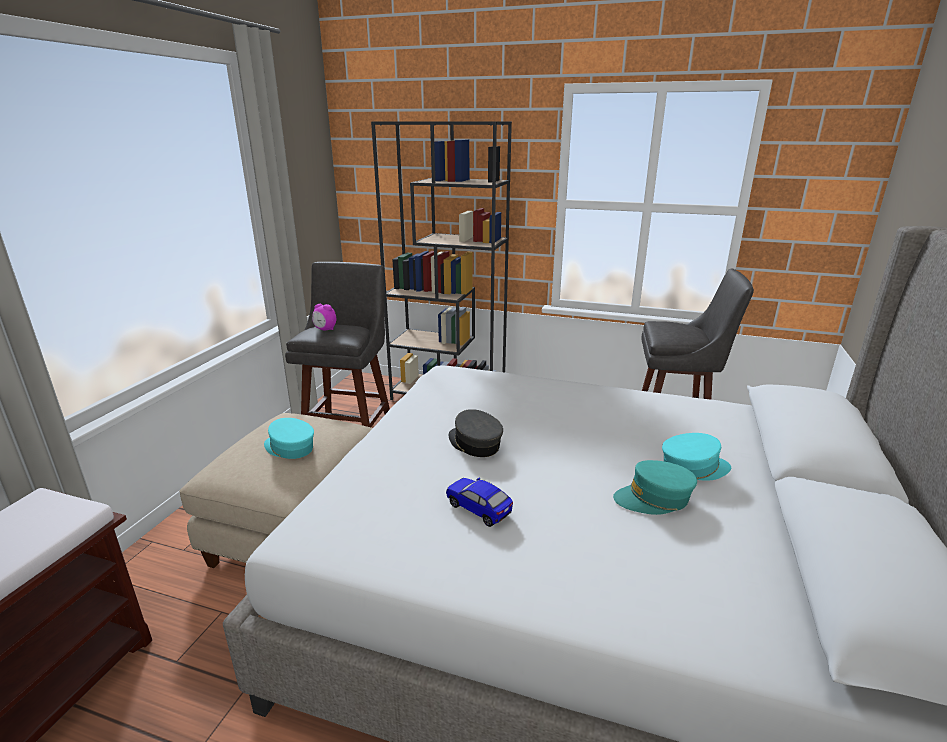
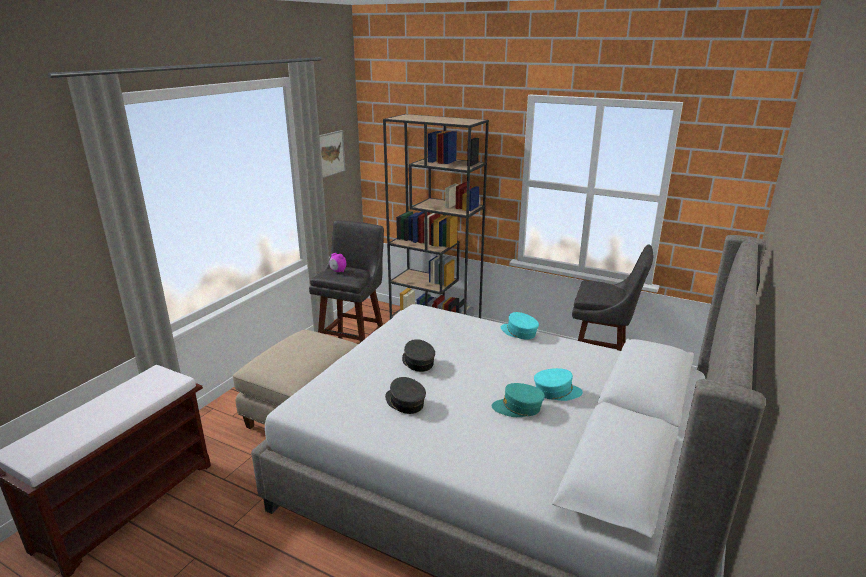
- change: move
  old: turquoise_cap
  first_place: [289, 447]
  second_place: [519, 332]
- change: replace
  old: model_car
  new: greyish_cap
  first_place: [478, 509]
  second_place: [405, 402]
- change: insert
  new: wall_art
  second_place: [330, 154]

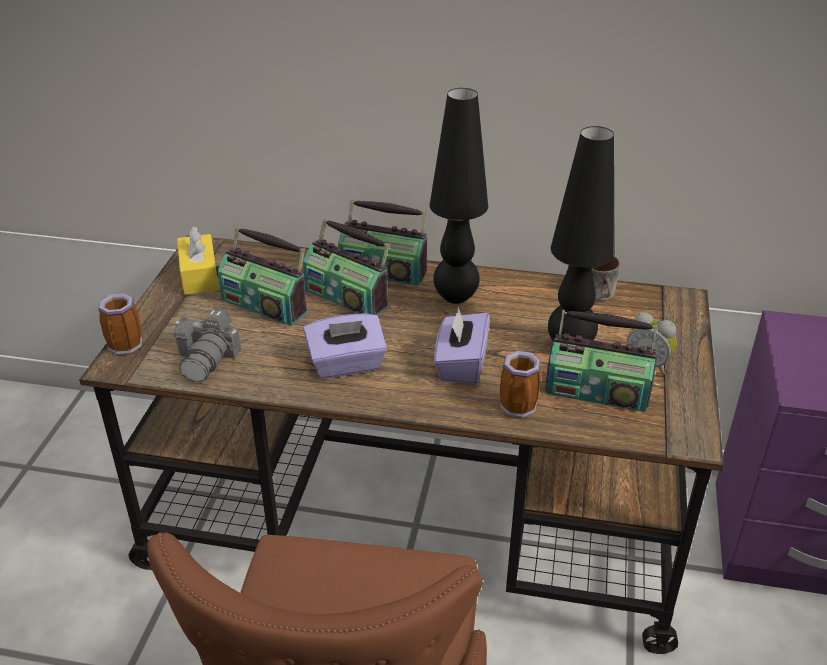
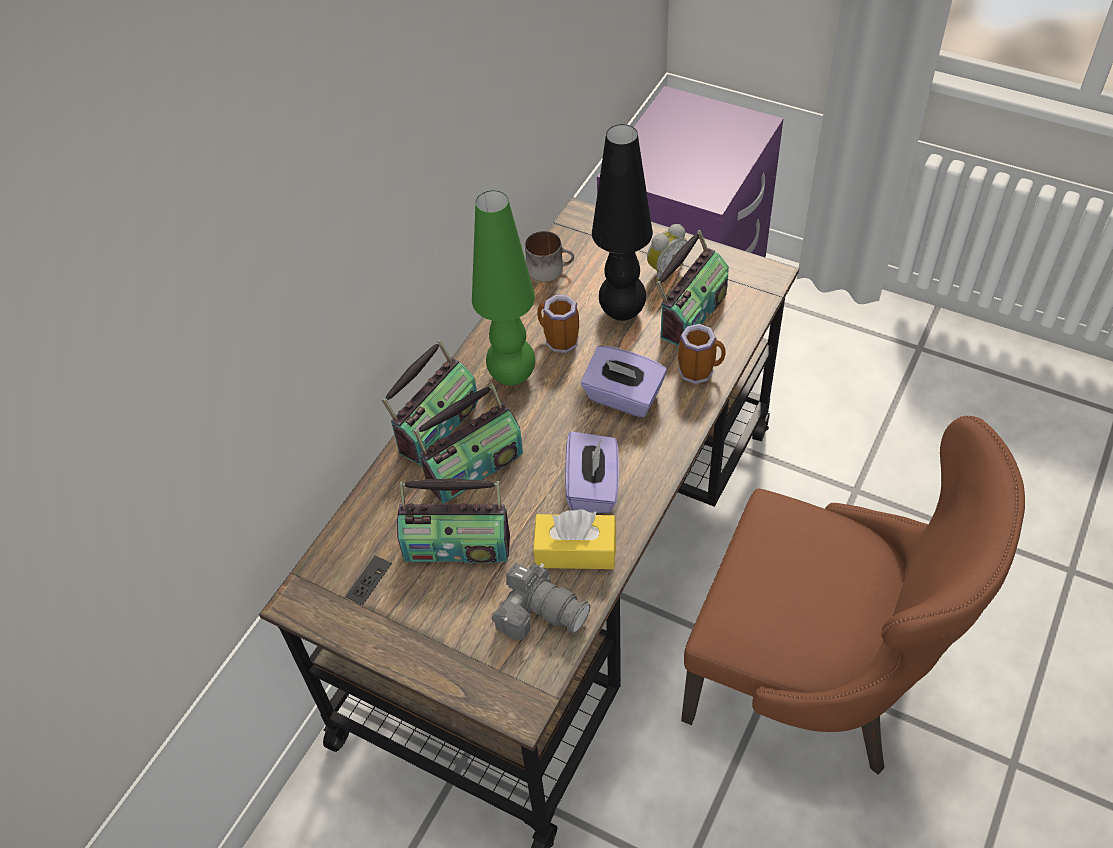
- change: recolor
  old: blackish_lamp_for_a_table
  new: greenish_lamp_for_a_table
  first_place: [455, 297]
  second_place: [512, 376]
- change: move
  old: yellowish_tissue_holder
  first_place: [199, 275]
  second_place: [575, 550]
- change: rotate
  old: radio
  first_place: [265, 305]
  second_place: [457, 545]
  degrees: 45
- change: move
  old: tea_mug
  first_place: [126, 343]
  second_place: [558, 341]

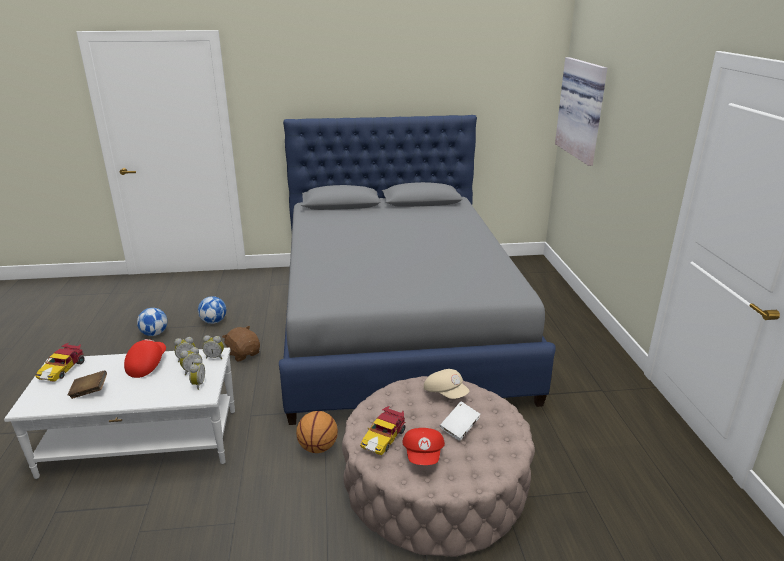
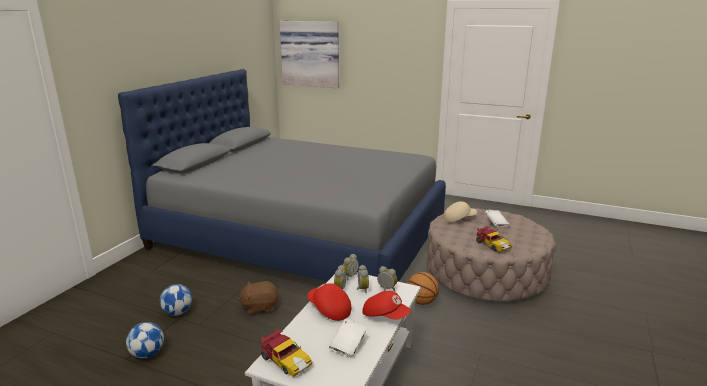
- change: recolor
  old: brown_book
  new: whitish_book
  first_place: [89, 392]
  second_place: [348, 346]
- change: move
  old: red_cap
  first_place: [424, 455]
  second_place: [385, 315]

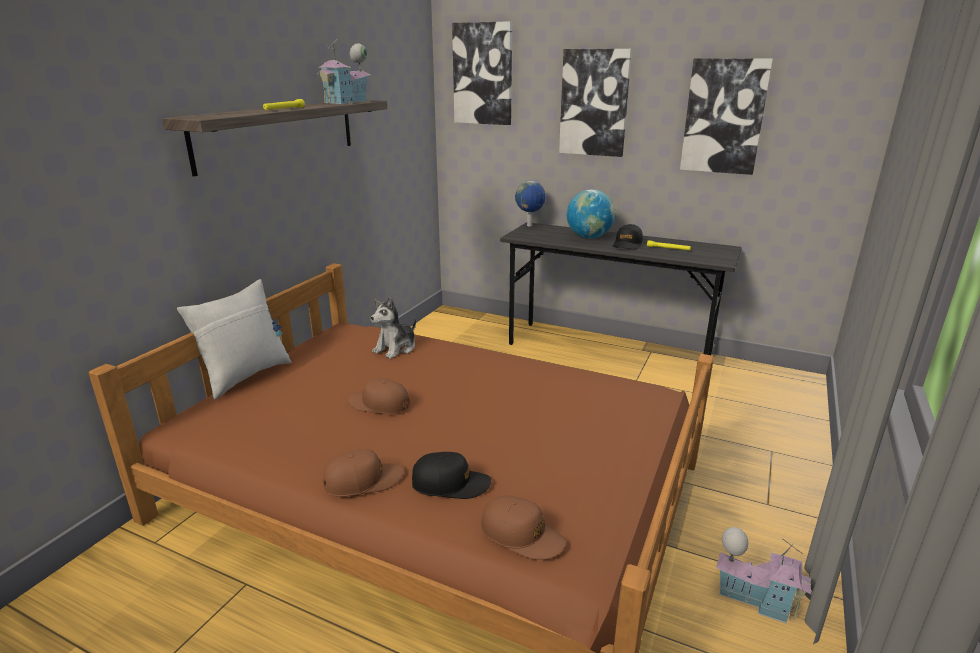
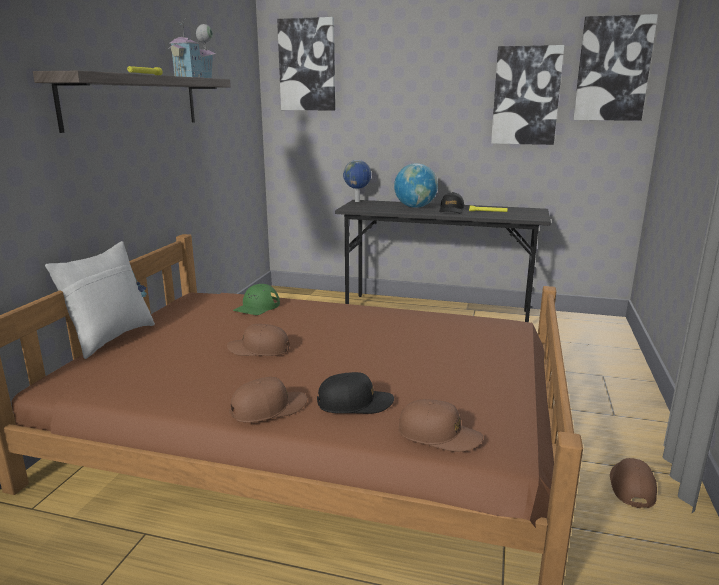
- change: move
  old: wall_art
  first_place: [594, 103]
  second_place: [613, 69]
- change: replace
  old: cuddly_toy
  new: greenish_cap
  first_place: [396, 348]
  second_place: [257, 307]
- change: replace
  old: toy_house
  new: brown_cap
  first_place: [756, 599]
  second_place: [631, 487]

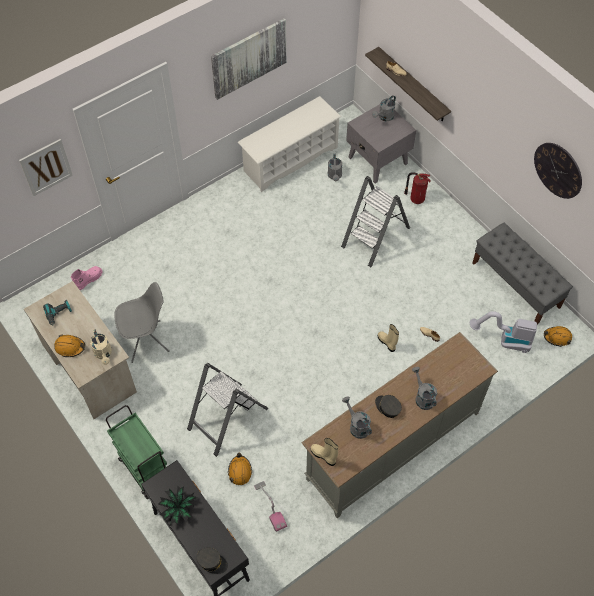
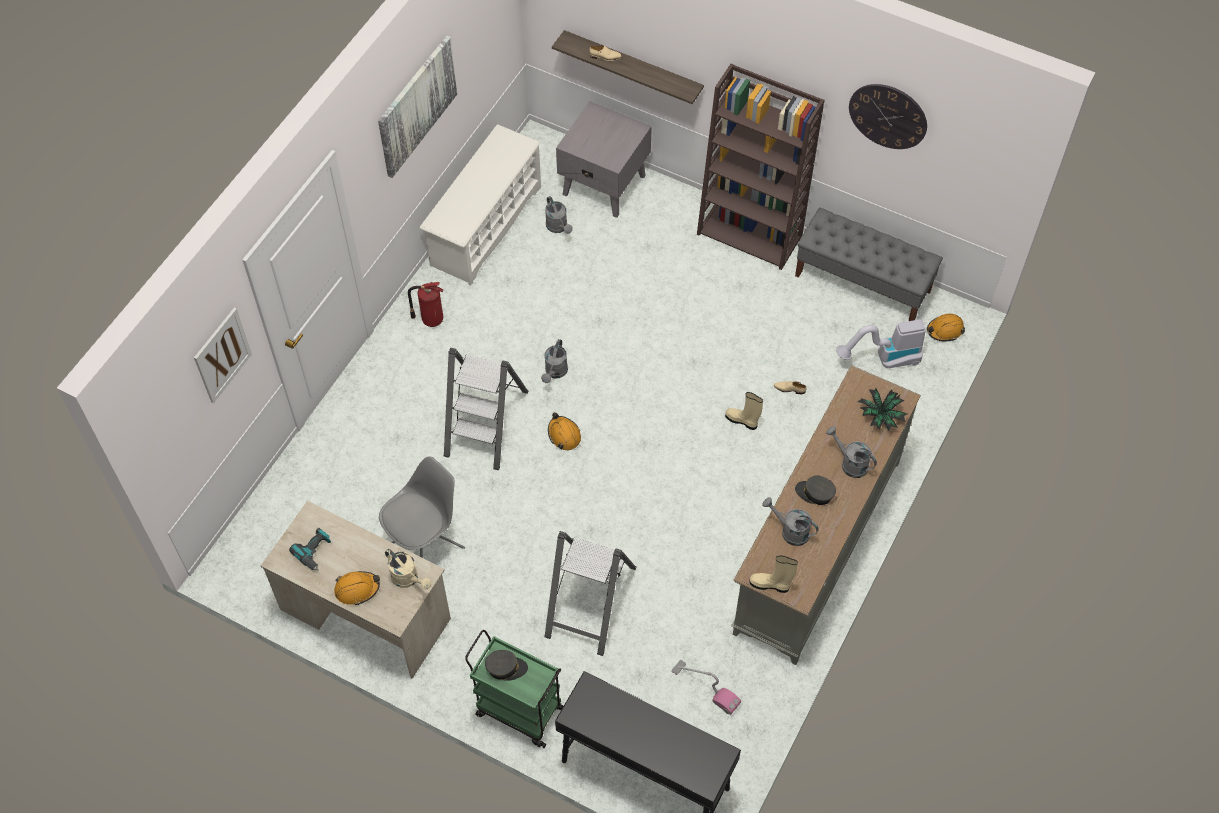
- change: move
  old: greyish_watering_pot
  first_place: [384, 117]
  second_place: [555, 372]
- change: move
  old: fire-fighting_cylinder
  first_place: [416, 199]
  second_place: [431, 319]
- change: move
  old: greyish_stepladder
  first_place: [376, 236]
  second_place: [487, 422]
- change: delete
  old: pinkish_boot
  first_place: [88, 280]
- change: move
  old: orangey_safety_helmet
  first_place: [240, 471]
  second_place: [564, 435]
- change: move
  old: potted_plant
  first_place: [178, 508]
  second_place: [880, 416]
- change: move
  old: greyish_cap
  first_place: [212, 562]
  second_place: [506, 668]
- change: insert
  new: brown_bookshelf
  second_place: [751, 234]

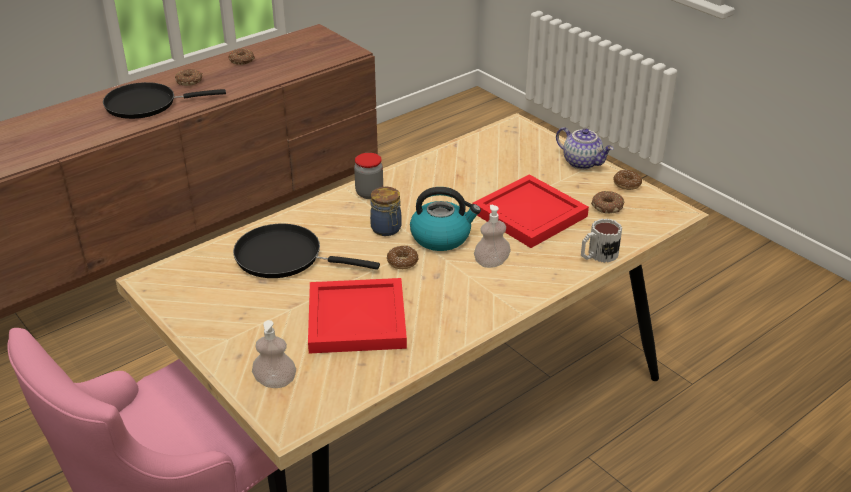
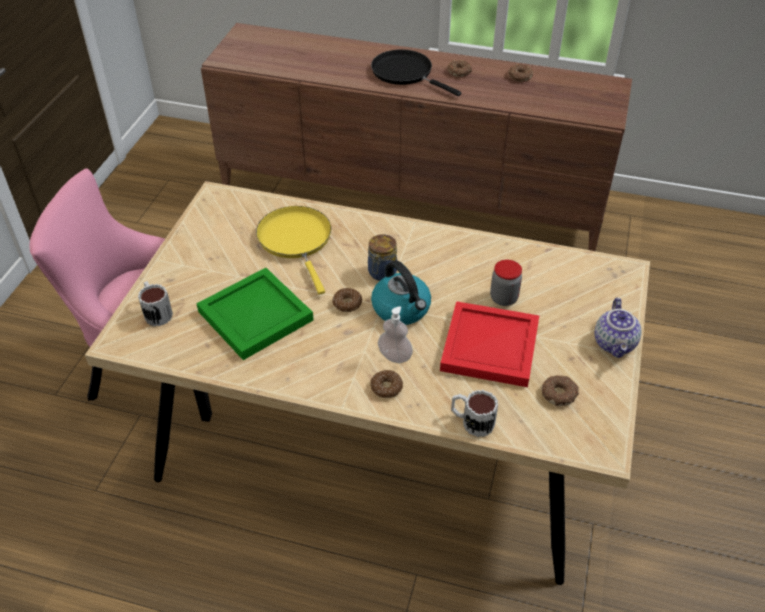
- change: move
  old: jar
  first_place: [369, 193]
  second_place: [503, 298]
- change: move
  old: ring_doughnut
  first_place: [627, 184]
  second_place: [386, 387]
- change: recolor
  old: blackish_pan
  new: yellowish_pan
  first_place: [285, 257]
  second_place: [296, 240]
- change: recolor
  old: red_serving_tray
  new: greenish_serving_tray
  first_place: [358, 318]
  second_place: [257, 316]
- change: replace
  old: soap_dispenser
  new: tea_mug
  first_place: [275, 382]
  second_place: [156, 312]

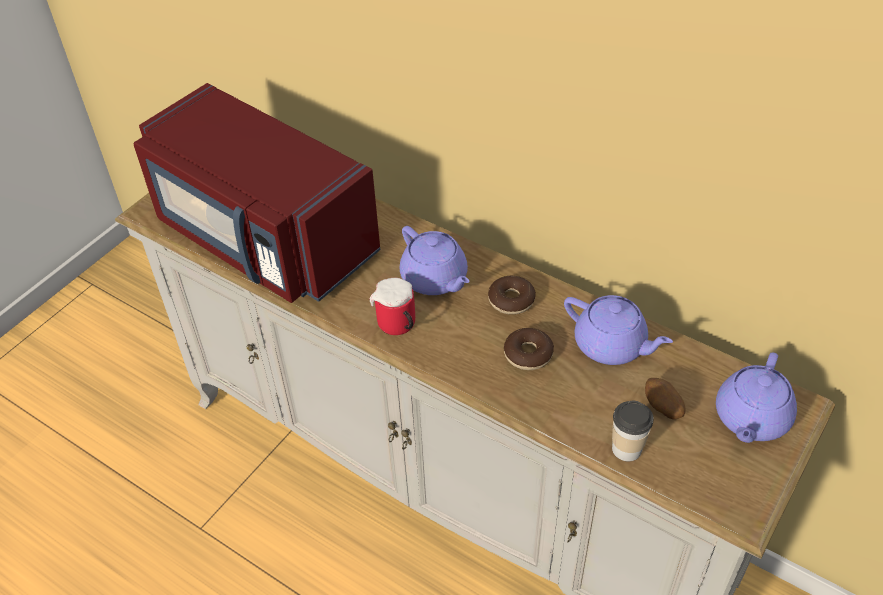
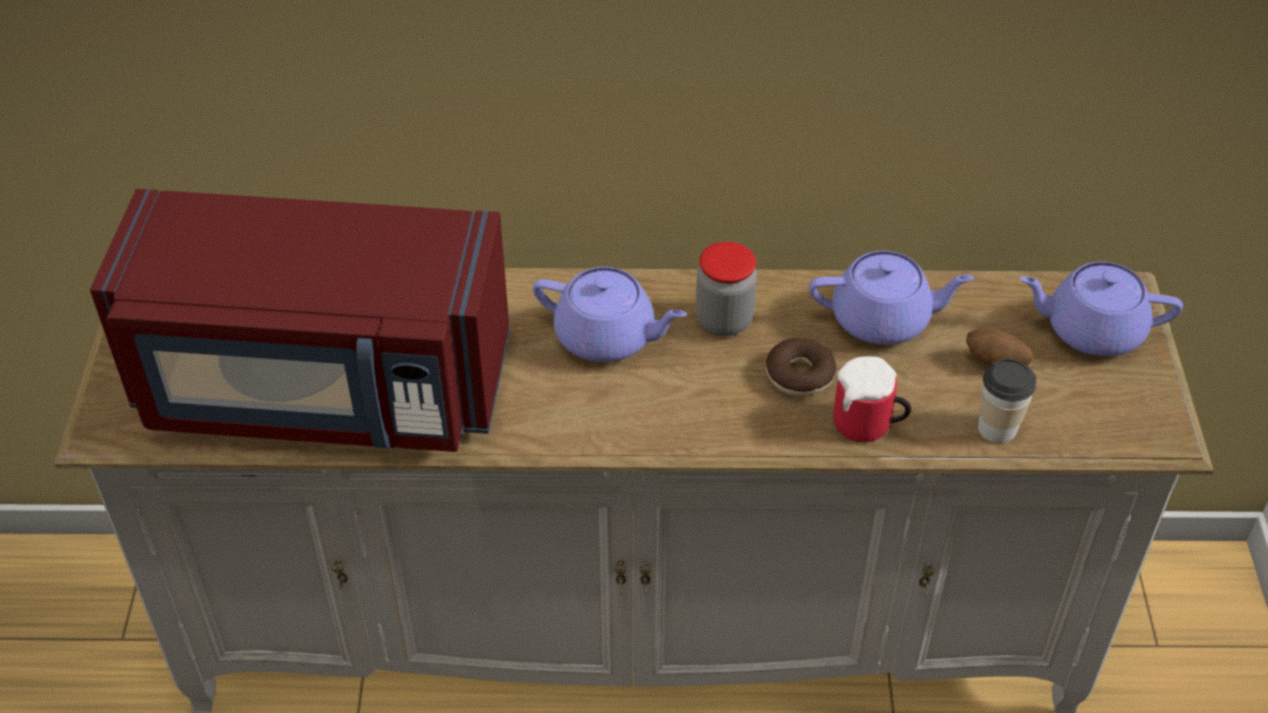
- change: replace
  old: ring_doughnut
  new: jar
  first_place: [511, 300]
  second_place: [724, 320]
- change: move
  old: tea_mug
  first_place: [398, 326]
  second_place: [868, 426]
- change: rotate
  old: purple_pot_for_tea
  first_place: [751, 418]
  second_place: [1091, 330]
  degrees: 105

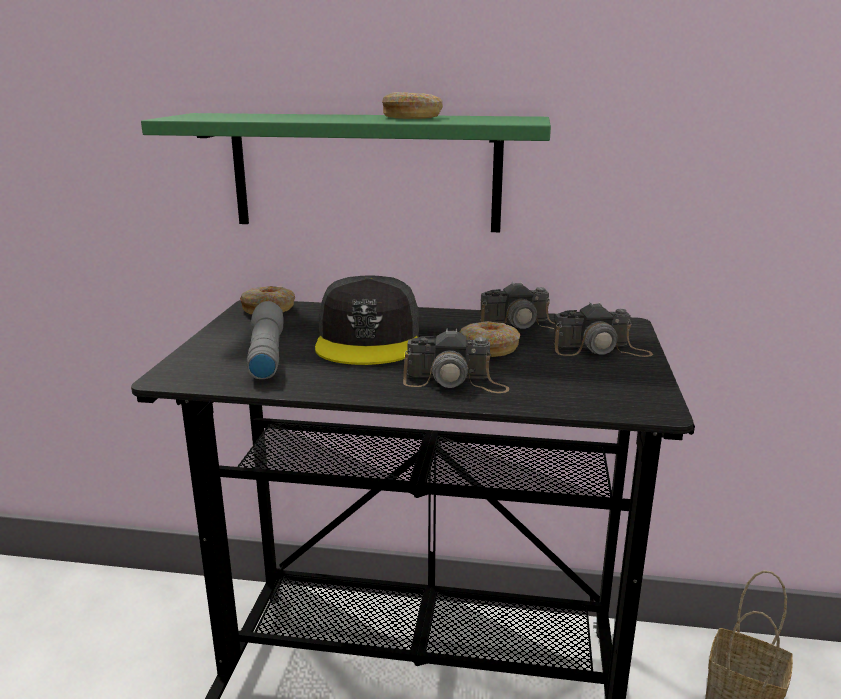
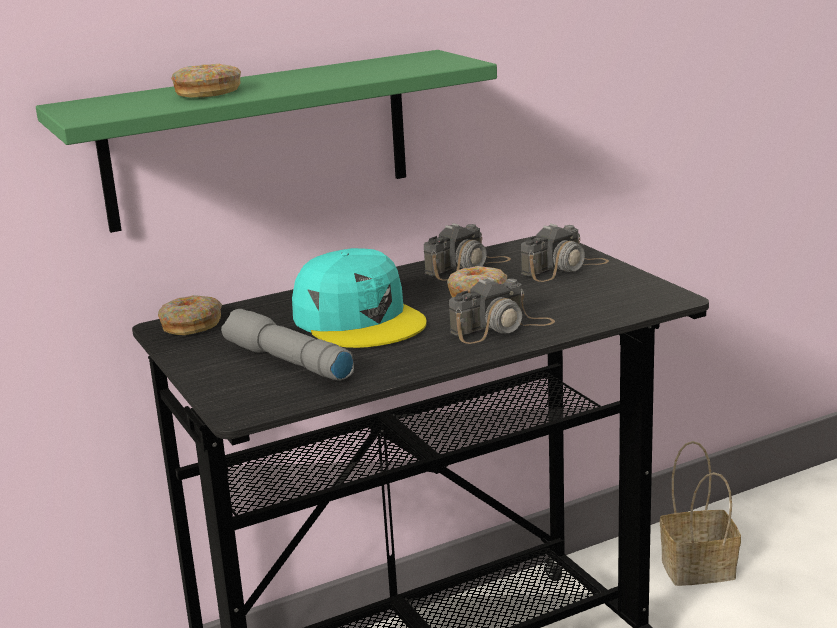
- change: move
  old: ring_doughnut
  first_place: [412, 117]
  second_place: [208, 92]
- change: recolor
  old: greyish_cap
  new: turquoise_cap
  first_place: [369, 339]
  second_place: [359, 320]

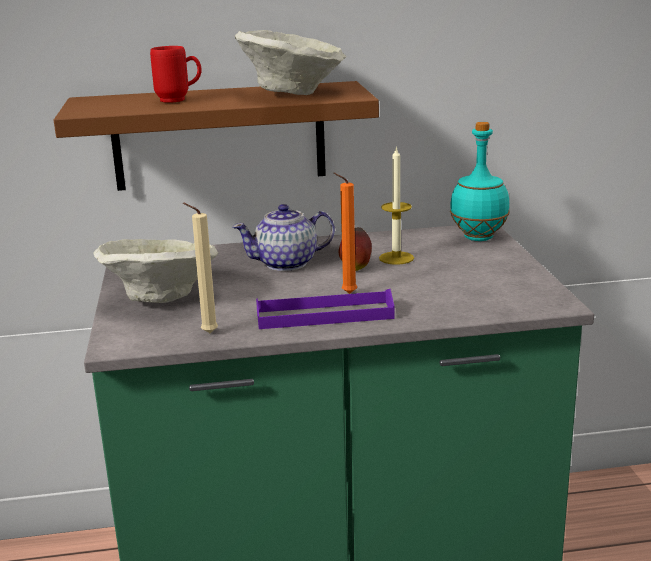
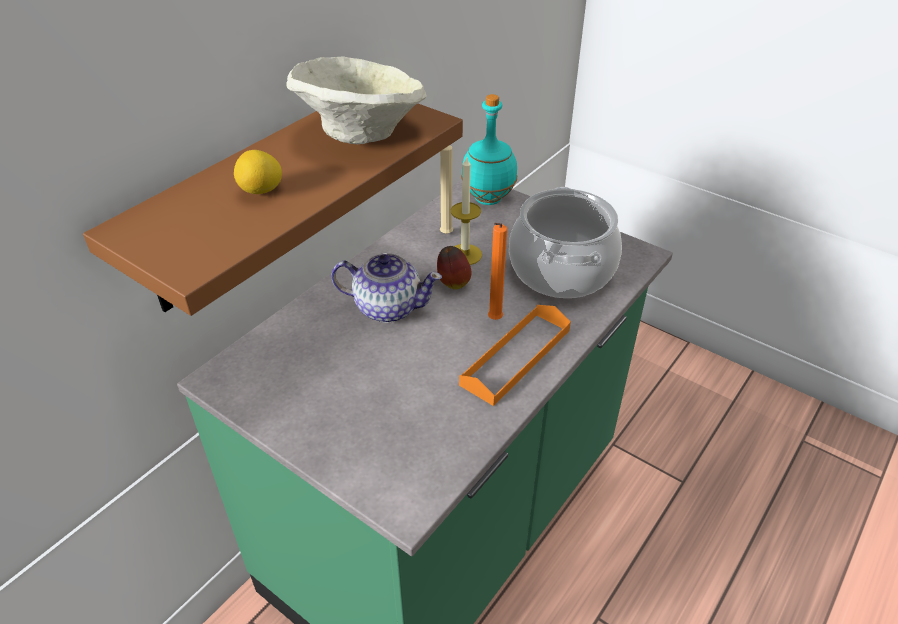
- change: replace
  old: red_tea_mug
  new: citrus_fruit
  first_place: [179, 100]
  second_place: [262, 191]
- change: move
  old: beige-coloured_wax_light
  first_place: [206, 333]
  second_place: [445, 235]
- change: rotate
  old: pot_for_tea
  first_place: [287, 263]
  second_place: [387, 307]
  degrees: -105
- change: delete
  old: beige-coloured_deep_dish
  first_place: [161, 298]
- change: recolor
  old: purple_serving_tray
  new: orangey_serving_tray
  first_place: [324, 315]
  second_place: [516, 357]
- change: insert
  new: stockpot
  second_place: [560, 270]

